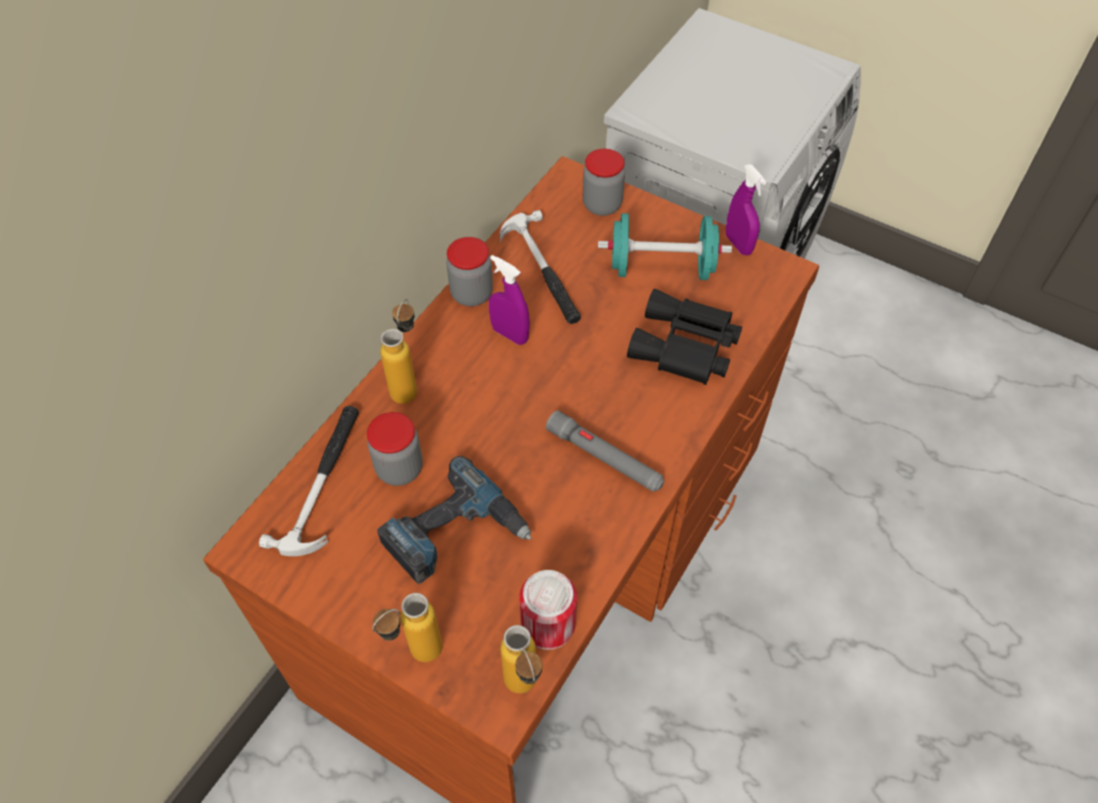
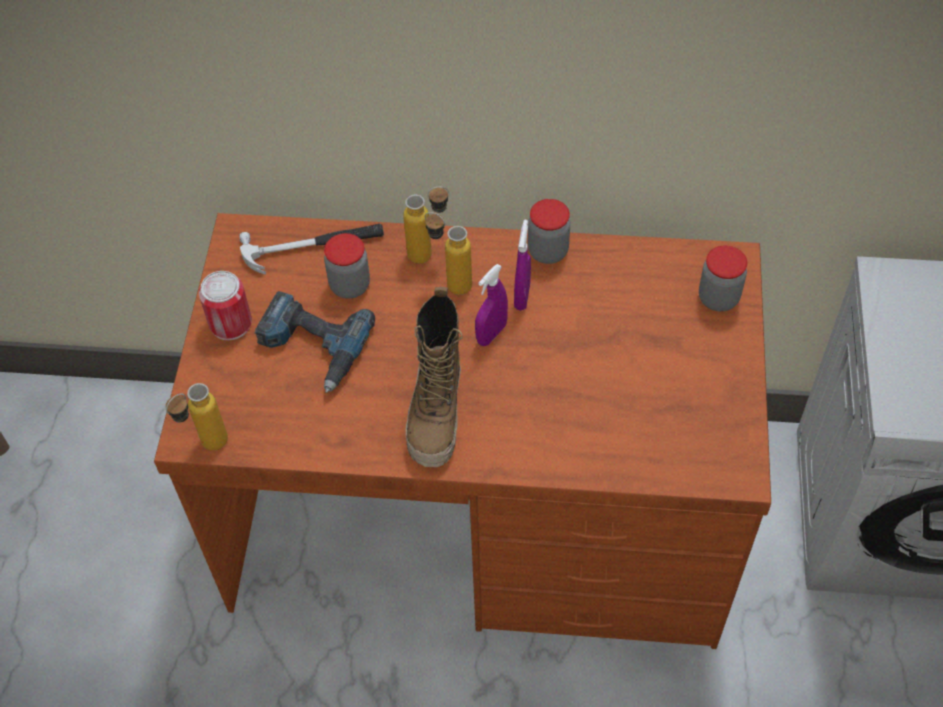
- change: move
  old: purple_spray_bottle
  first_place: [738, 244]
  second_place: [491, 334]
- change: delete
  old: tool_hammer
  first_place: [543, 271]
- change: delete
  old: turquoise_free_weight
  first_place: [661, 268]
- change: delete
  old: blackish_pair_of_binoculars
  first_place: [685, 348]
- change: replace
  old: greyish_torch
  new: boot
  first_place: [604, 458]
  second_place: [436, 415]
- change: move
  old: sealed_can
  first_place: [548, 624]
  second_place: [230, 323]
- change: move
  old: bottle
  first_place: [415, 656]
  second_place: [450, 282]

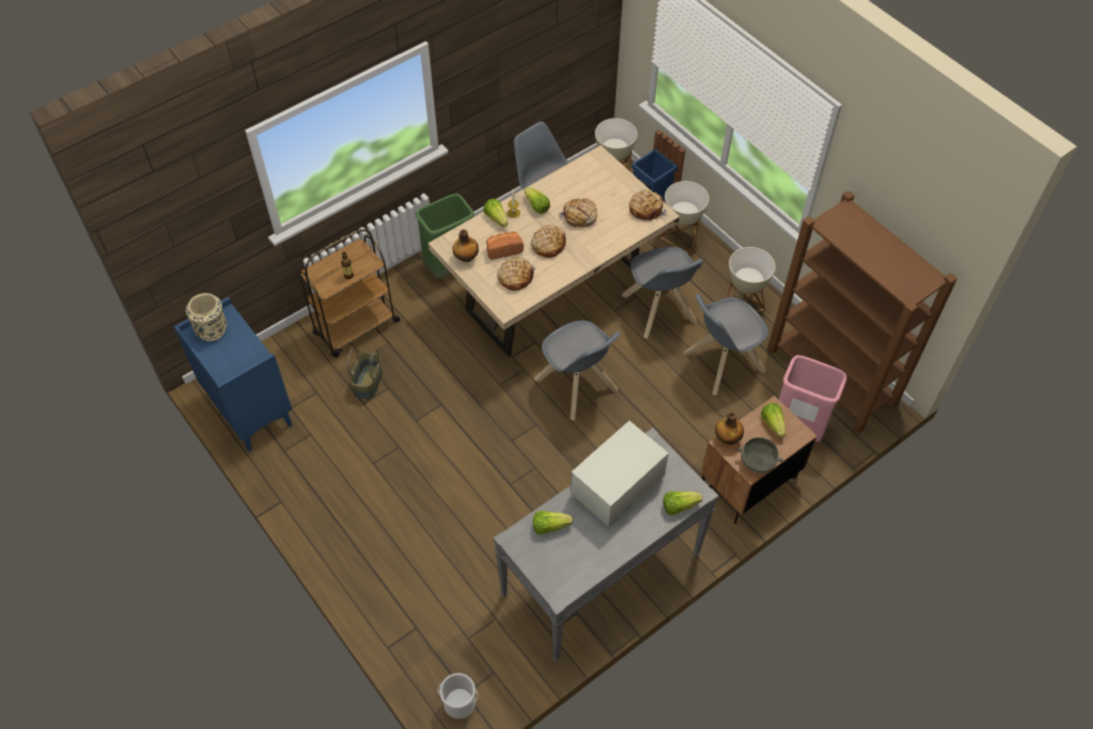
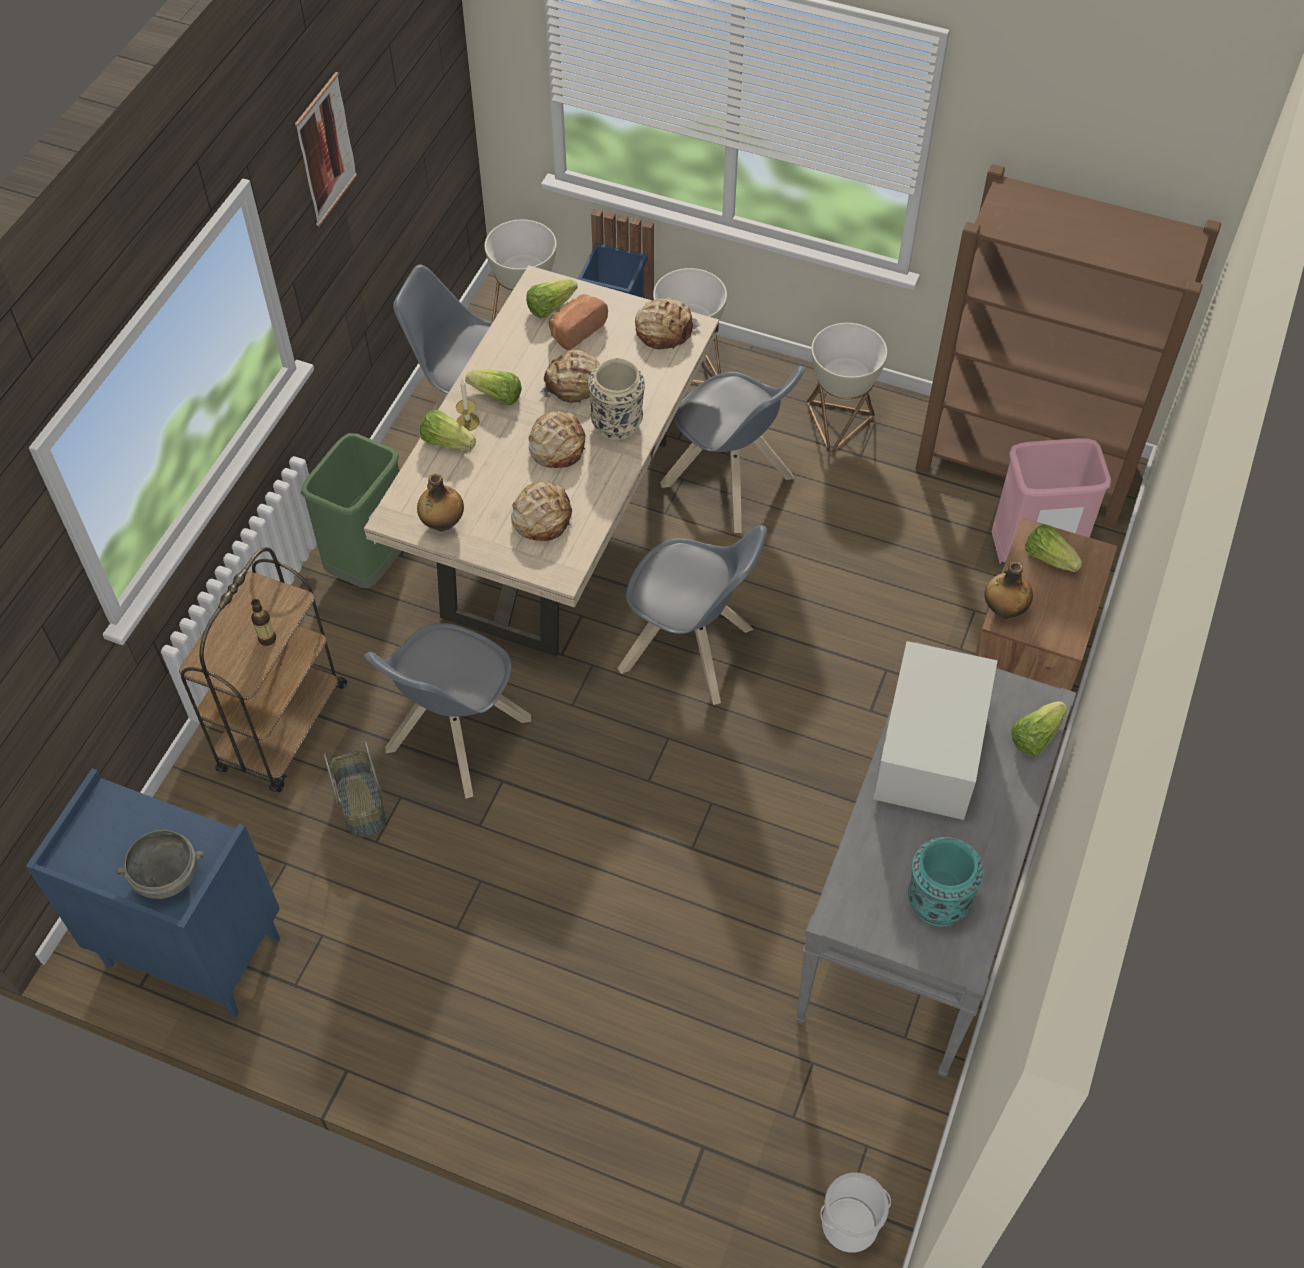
- change: move
  old: bakery_bread
  first_place: [503, 249]
  second_place: [575, 330]
- change: move
  old: beige-coloured_vase
  first_place: [212, 330]
  second_place: [617, 423]
- change: move
  old: greyish_chair
  first_place: [721, 363]
  second_place: [455, 737]
- change: move
  old: greyish_deep_dish
  first_place: [757, 463]
  second_place: [167, 878]
- change: move
  old: lettuce
  first_place: [549, 526]
  second_place: [550, 307]
- change: insert
  new: wall_art
  second_place: [326, 150]
- change: insert
  new: turquoise_vase
  second_place: [937, 902]

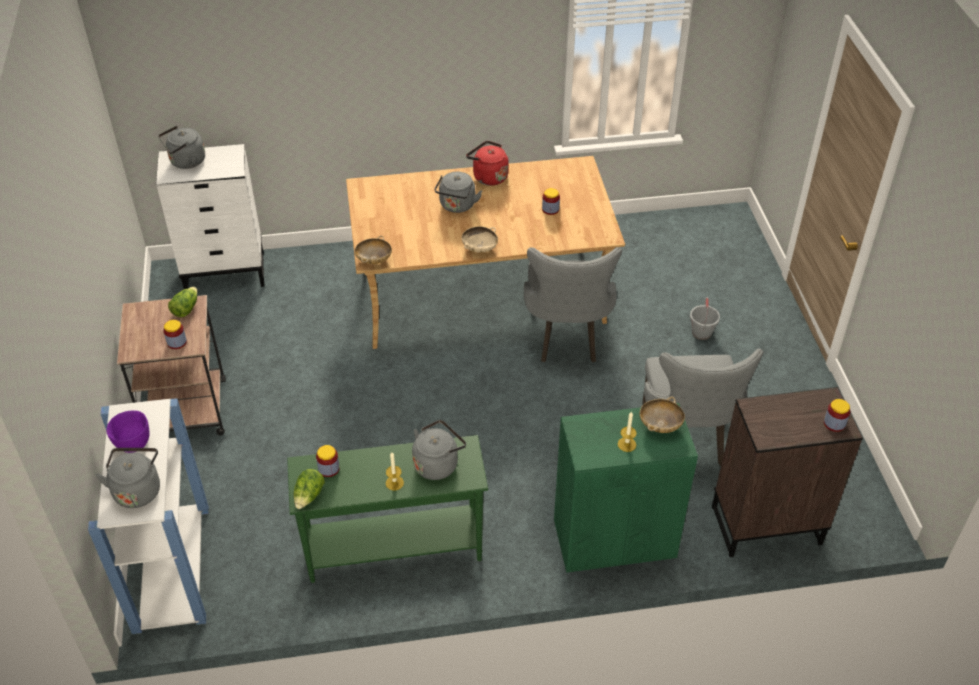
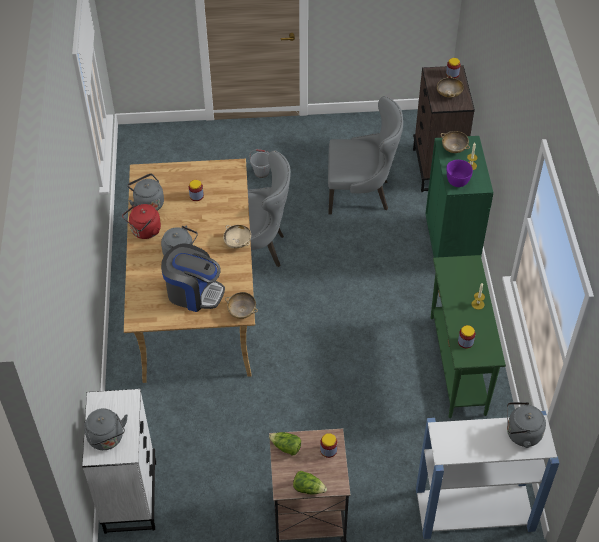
- change: move
  old: purple_deep_dish
  first_place: [132, 443]
  second_place: [457, 182]
- change: move
  old: greyish_water_kettle
  first_place: [437, 464]
  second_place: [148, 203]
- change: move
  old: lettuce
  first_place: [309, 496]
  second_place: [308, 488]
- change: insert
  new: beige-coloured_deep_dish
  second_place: [449, 94]
- change: insert
  new: coffee_machine
  second_place: [194, 292]

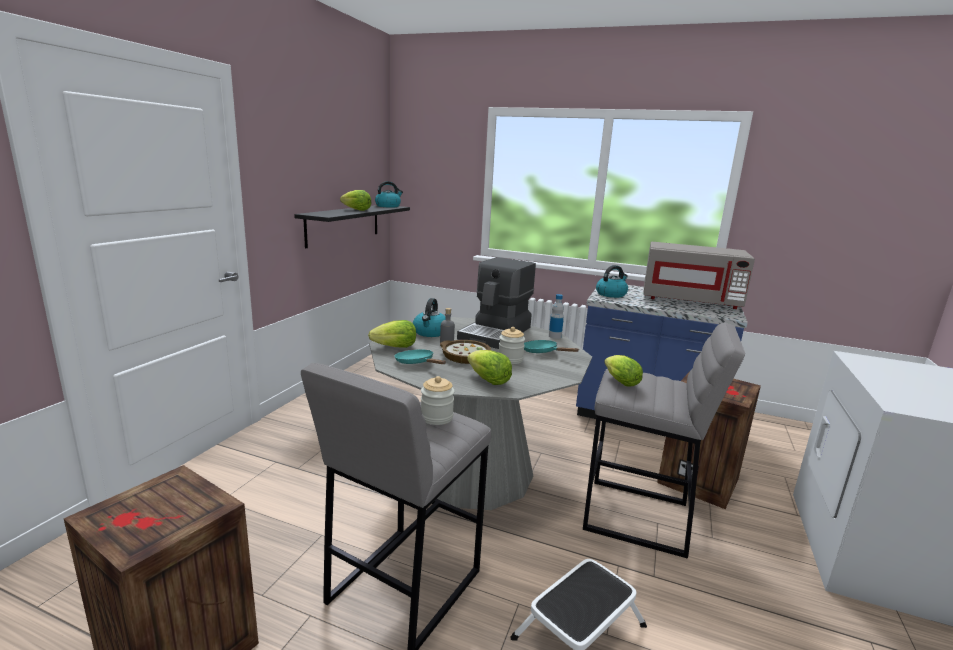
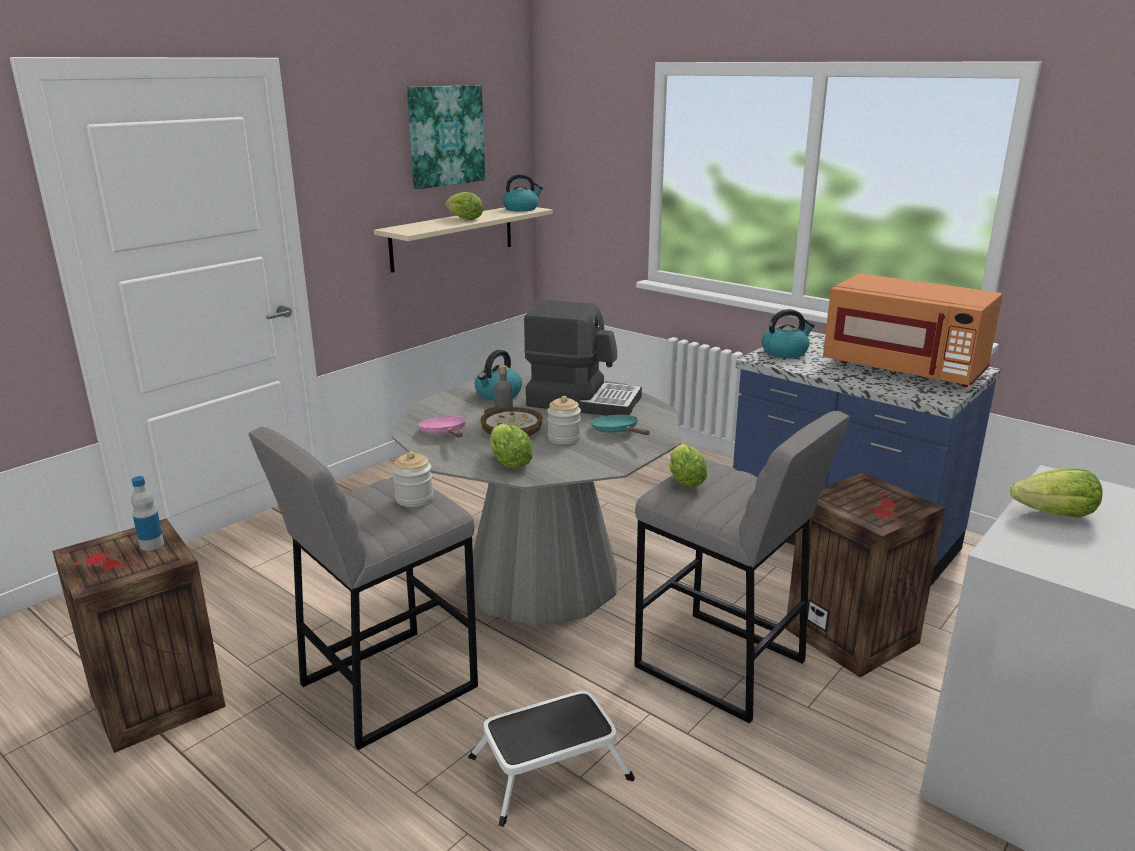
- change: recolor
  old: blackish_shelf
  new: beige-coloured_shelf
  first_place: [343, 224]
  second_place: [453, 237]
- change: recolor
  old: greyish_kitchen_microwave
  new: orangey_kitchen_microwave
  first_place: [690, 301]
  second_place: [904, 369]
- change: rotate
  old: coffee_machine
  first_place: [496, 333]
  second_place: [583, 401]
  degrees: -120
- change: move
  old: bottle
  first_place: [555, 336]
  second_place: [152, 544]
- change: move
  old: lettuce
  first_place: [395, 347]
  second_place: [1055, 515]
- change: recolor
  old: turquoise_pan
  new: pinkish_pan
  first_place: [417, 363]
  second_place: [445, 433]
- change: insert
  new: wall_art
  second_place: [445, 136]

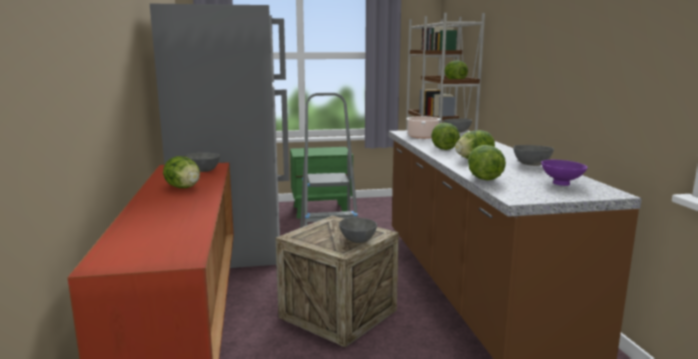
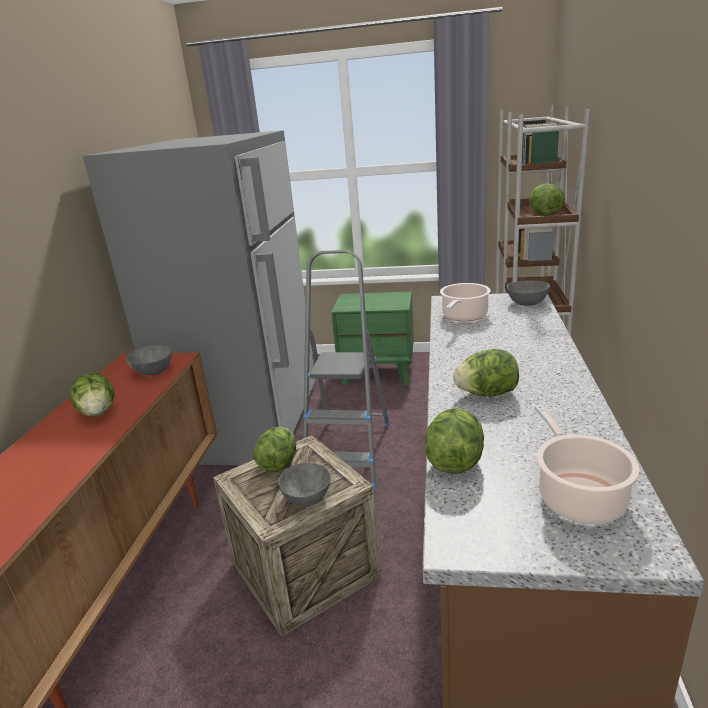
- change: move
  old: lettuce
  first_place: [443, 149]
  second_place: [278, 463]
- change: delete
  old: greyish_deep_dish
  first_place: [532, 165]
- change: replace
  old: purple_deep_dish
  new: stockpot
  first_place: [562, 183]
  second_place: [578, 496]

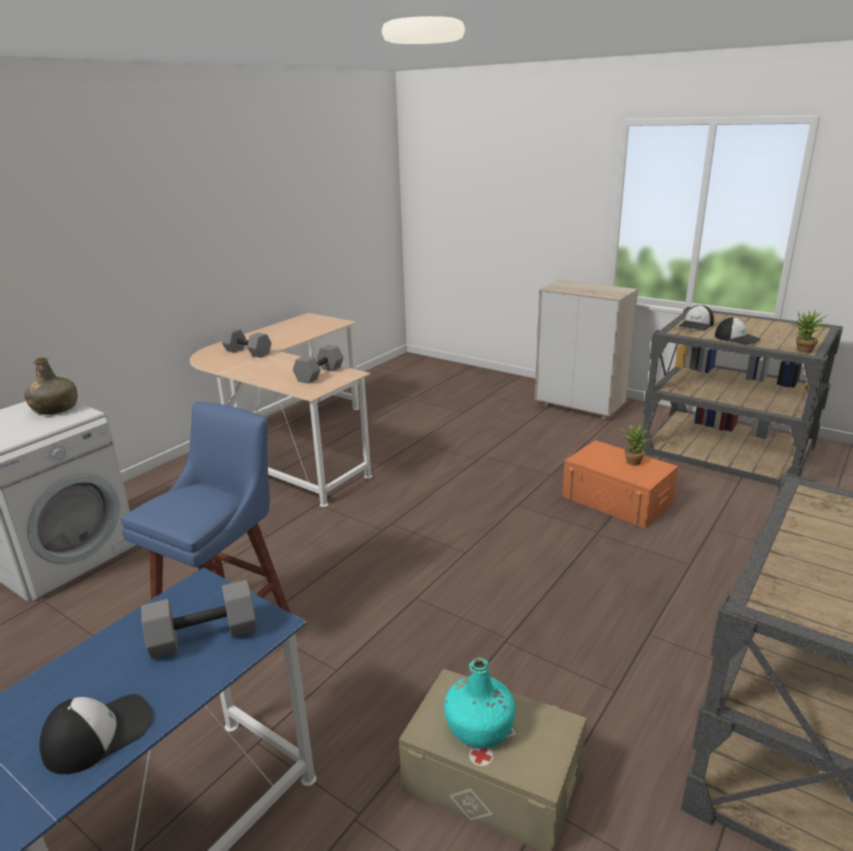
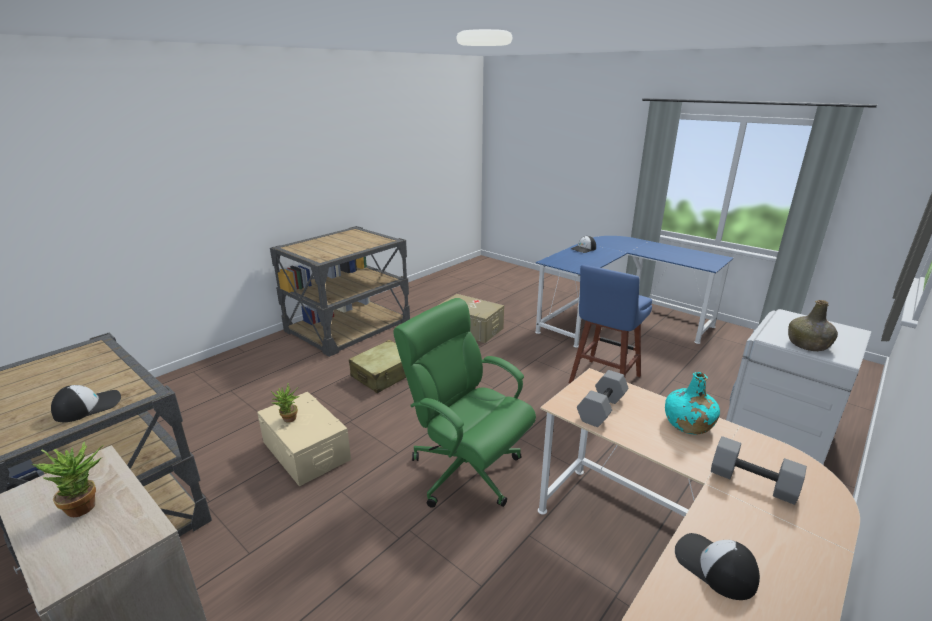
- change: move
  old: potted_plant
  first_place: [803, 351]
  second_place: [87, 505]
- change: move
  old: cap
  first_place: [737, 338]
  second_place: [714, 566]
- change: recolor
  old: orangey_storage_bin
  new: beige-coloured_storage_bin
  first_place: [617, 499]
  second_place: [306, 450]
- change: delete
  old: greyish_free_weight
  first_place: [203, 637]
- change: move
  old: turquoise_bottle
  first_place: [480, 727]
  second_place: [687, 424]
- change: insert
  new: greenish_desk_chair
  second_place: [466, 471]
- change: insert
  new: beige-coloured_suitcase
  second_place: [384, 374]

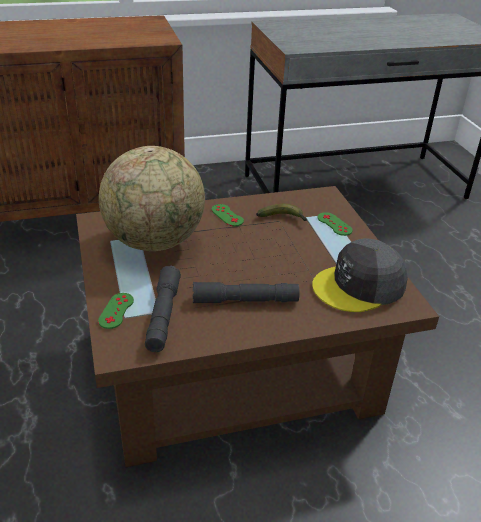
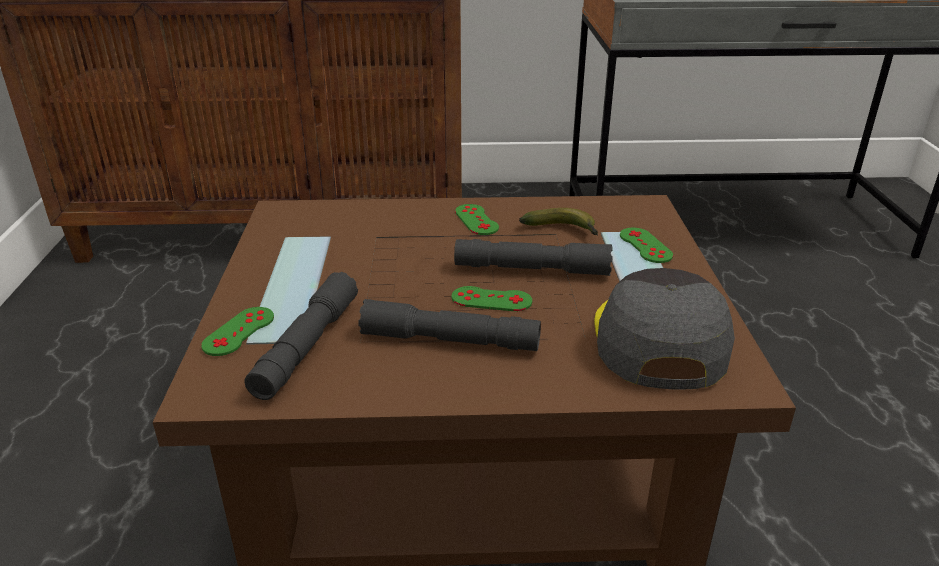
- change: delete
  old: globe
  first_place: [155, 242]
- change: rotate
  old: greyish_cap
  first_place: [360, 286]
  second_place: [657, 340]
  degrees: 105
- change: insert
  new: greyish_torch
  second_place: [531, 269]
- change: insert
  new: greenish_joypad
  second_place: [491, 299]

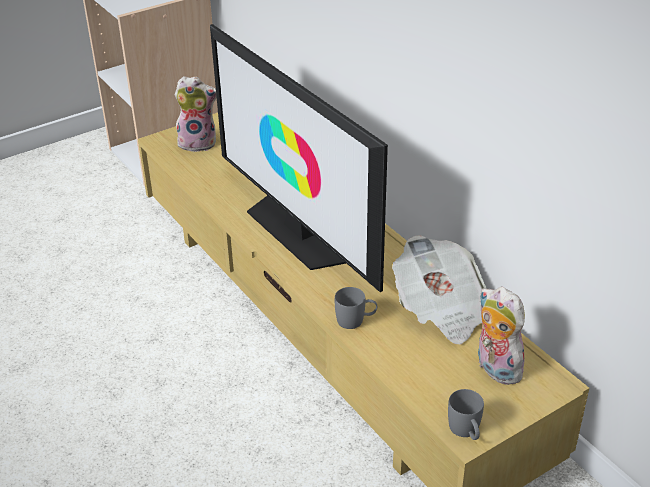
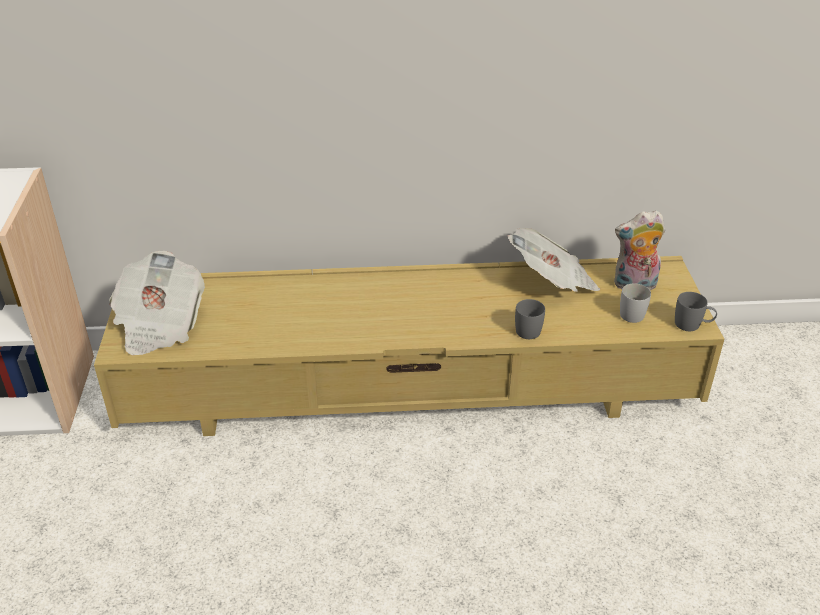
- change: delete
  old: TV
  first_place: [298, 231]
- change: replace
  old: cuddly_toy
  new: printed_paper
  first_place: [199, 143]
  second_place: [159, 324]
- change: insert
  new: whitish_tea_mug
  second_place: [634, 313]

